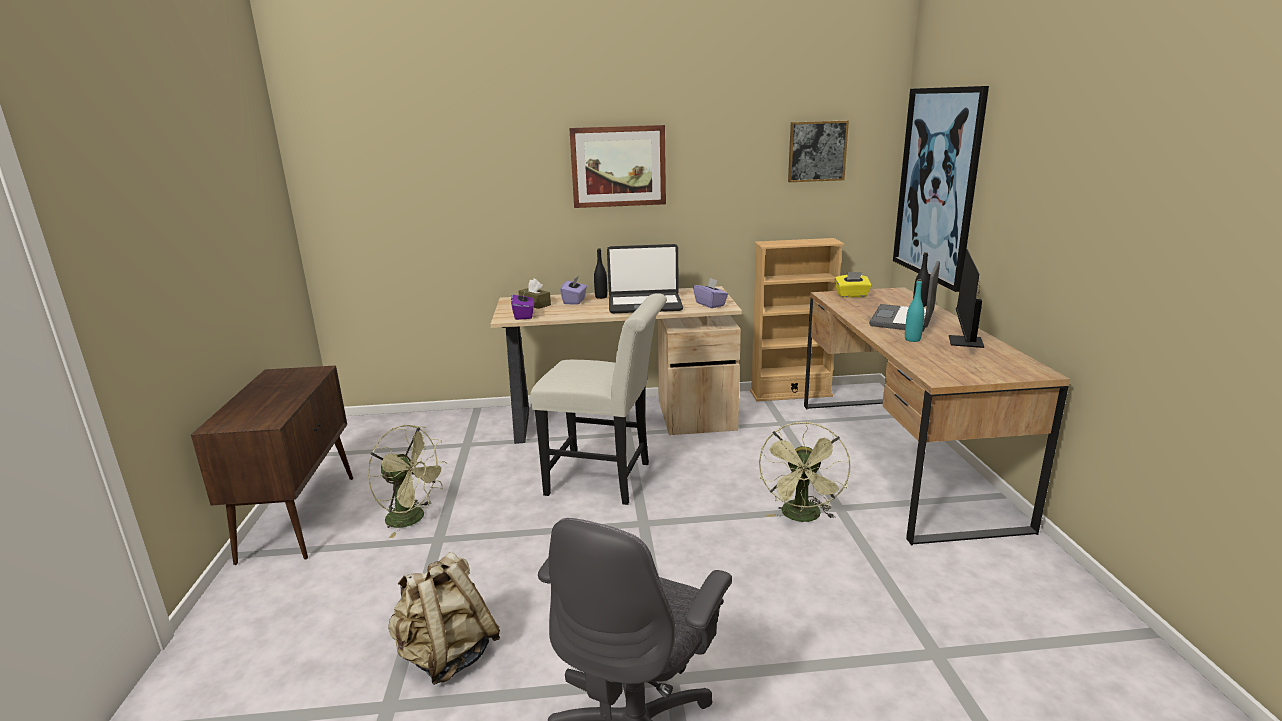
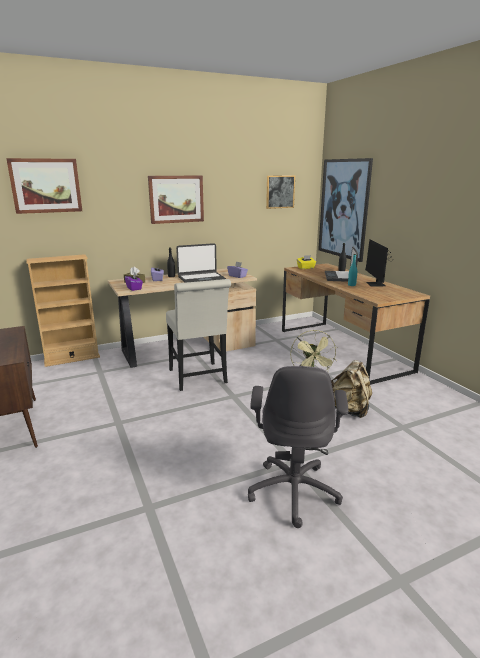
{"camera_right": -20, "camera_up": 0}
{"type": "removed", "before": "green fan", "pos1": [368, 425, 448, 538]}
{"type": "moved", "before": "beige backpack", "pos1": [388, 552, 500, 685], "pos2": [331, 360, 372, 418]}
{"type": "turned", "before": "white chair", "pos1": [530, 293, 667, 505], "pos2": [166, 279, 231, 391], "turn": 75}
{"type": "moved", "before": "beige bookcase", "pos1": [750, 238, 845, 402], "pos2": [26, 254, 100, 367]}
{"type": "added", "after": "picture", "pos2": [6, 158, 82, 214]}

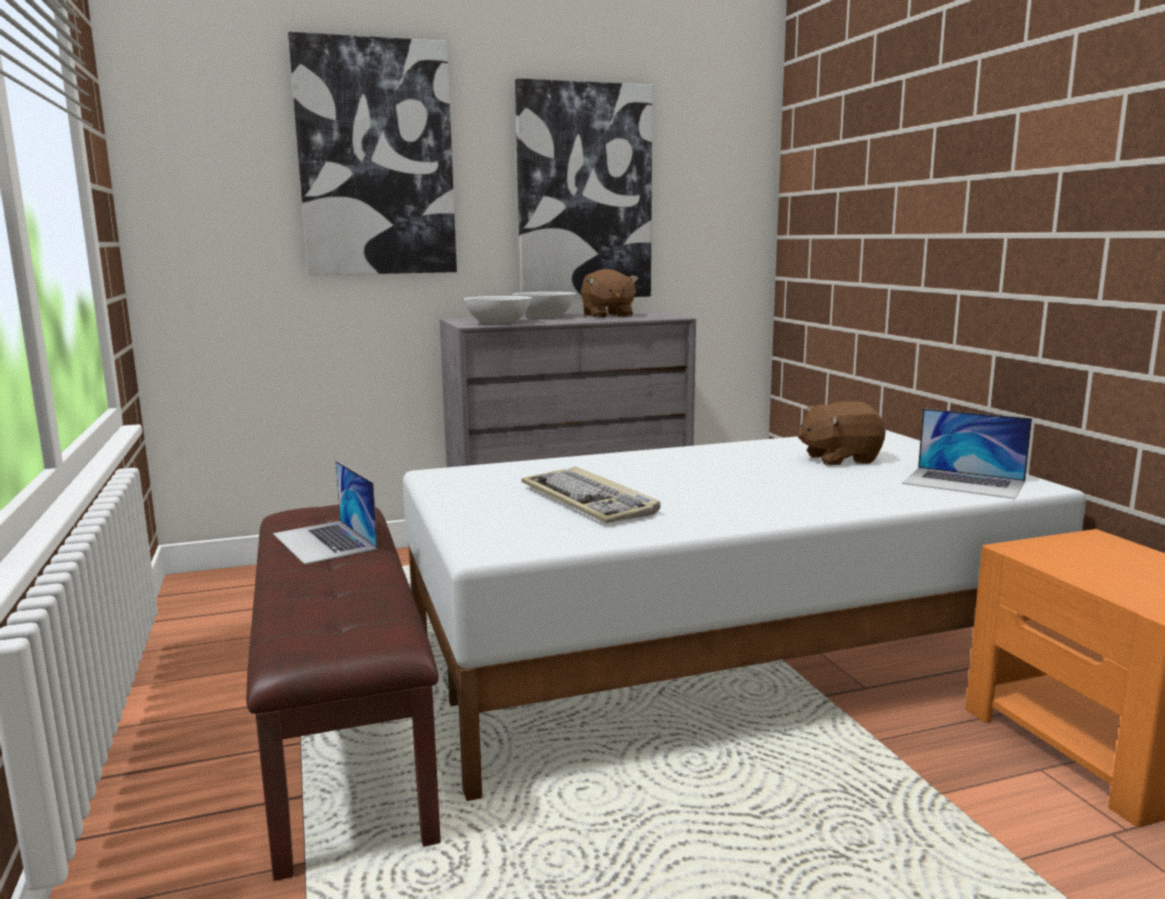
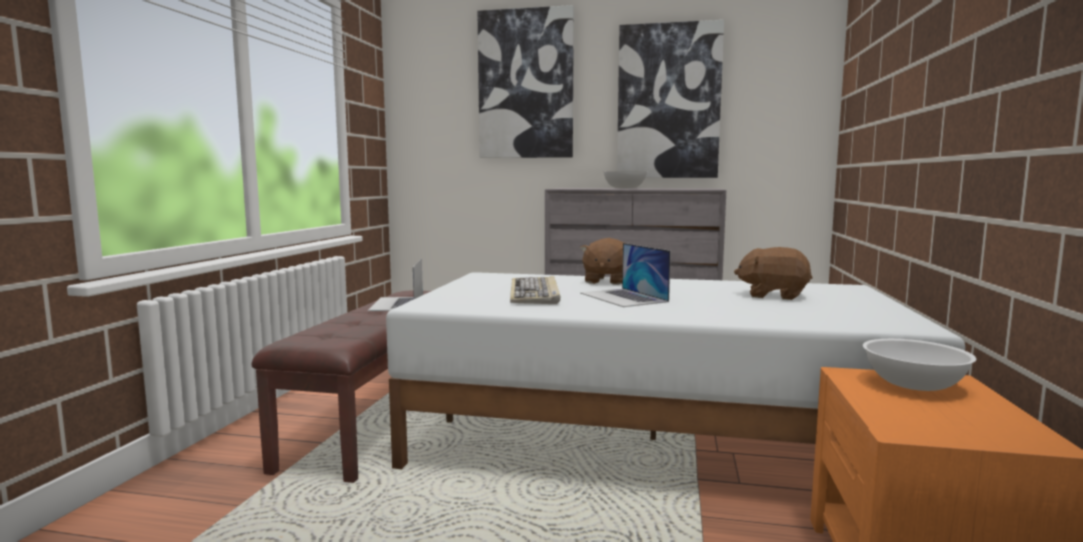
{"camera_right": 30, "camera_up": -5}
{"type": "moved", "before": "white bowl", "pos1": [464, 296, 532, 324], "pos2": [863, 339, 976, 391]}
{"type": "moved", "before": "brown plush toy", "pos1": [581, 269, 639, 318], "pos2": [580, 238, 627, 285]}
{"type": "moved", "before": "laptop", "pos1": [902, 408, 1032, 499], "pos2": [580, 243, 671, 307]}

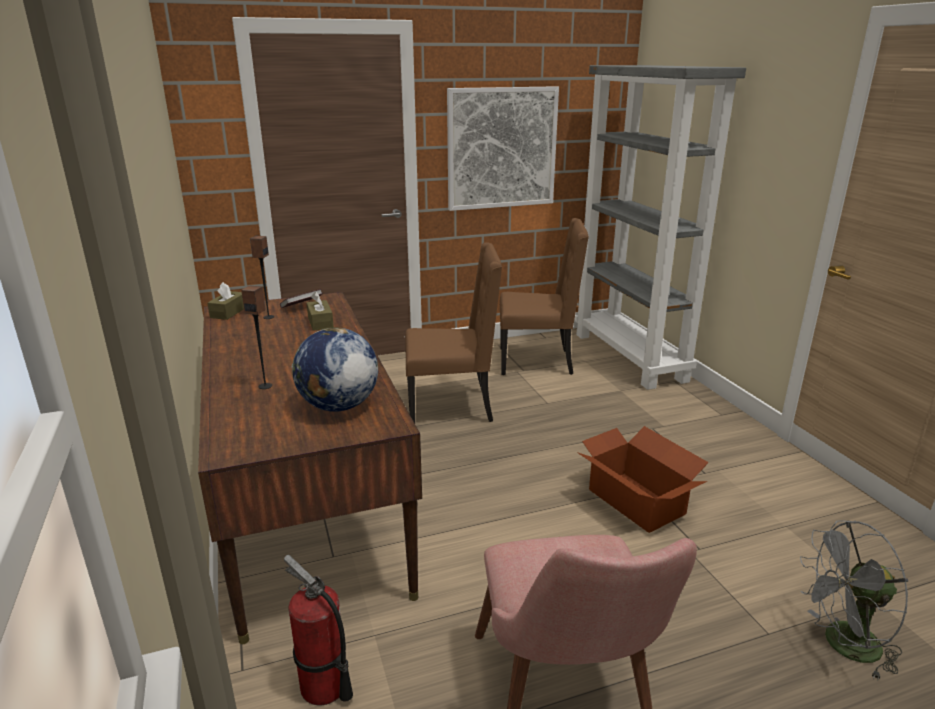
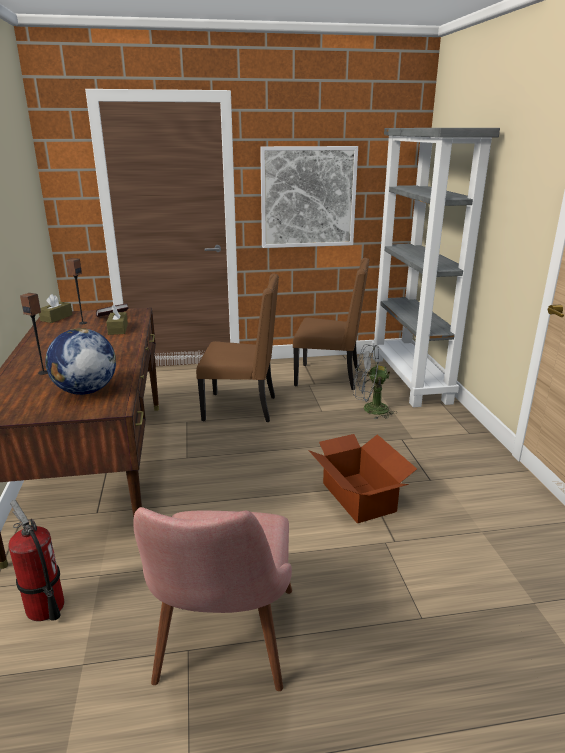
{"camera_right": 10, "camera_up": 0}
{"type": "moved", "before": "grey fan", "pos1": [800, 520, 908, 681], "pos2": [353, 344, 397, 420]}

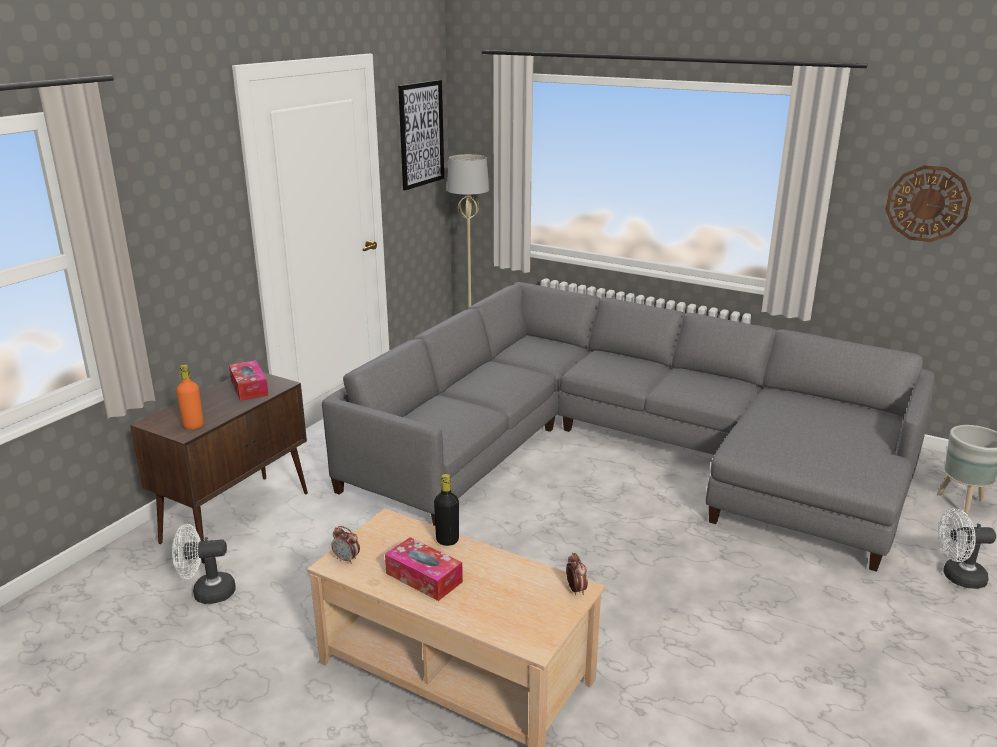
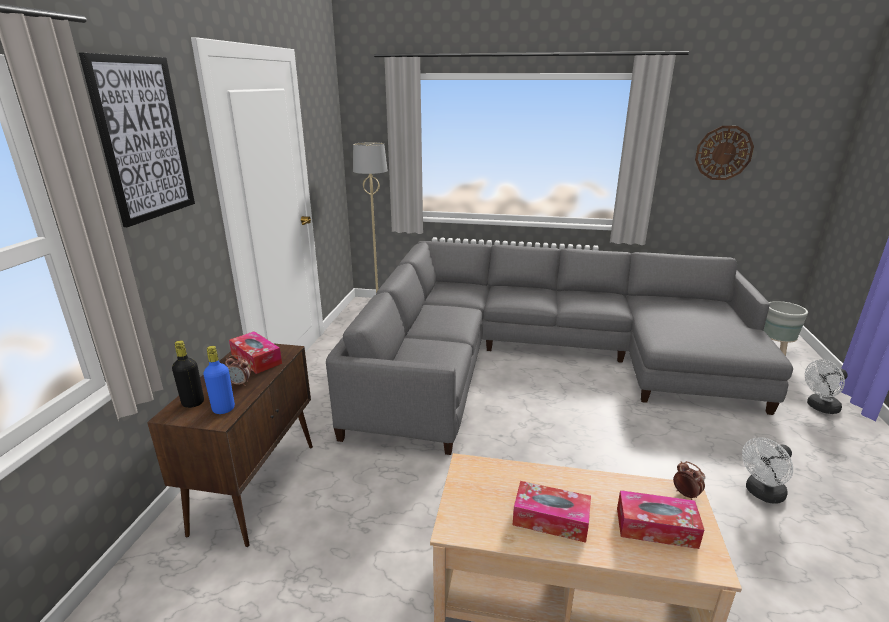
{"camera_right": -20, "camera_up": 0}
{"type": "moved", "before": "white fan", "pos1": [172, 524, 235, 604], "pos2": [742, 437, 793, 504]}
{"type": "recoloured", "before": "orange bottle", "after": "blue bottle", "pos1": [176, 364, 204, 429], "pos2": [203, 346, 235, 414]}
{"type": "moved", "before": "alarm clock", "pos1": [331, 526, 360, 564], "pos2": [225, 355, 251, 386]}
{"type": "moved", "before": "picture", "pos1": [398, 80, 444, 190], "pos2": [79, 53, 195, 227]}
{"type": "moved", "before": "black bottle", "pos1": [434, 474, 459, 546], "pos2": [172, 341, 204, 408]}
{"type": "added", "after": "tissue box", "pos2": [617, 490, 704, 549]}

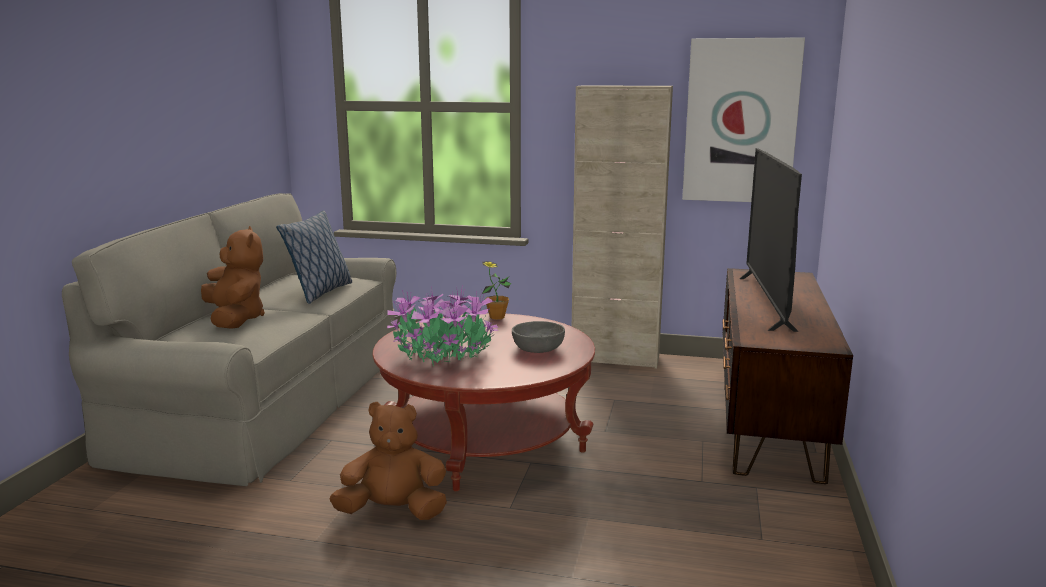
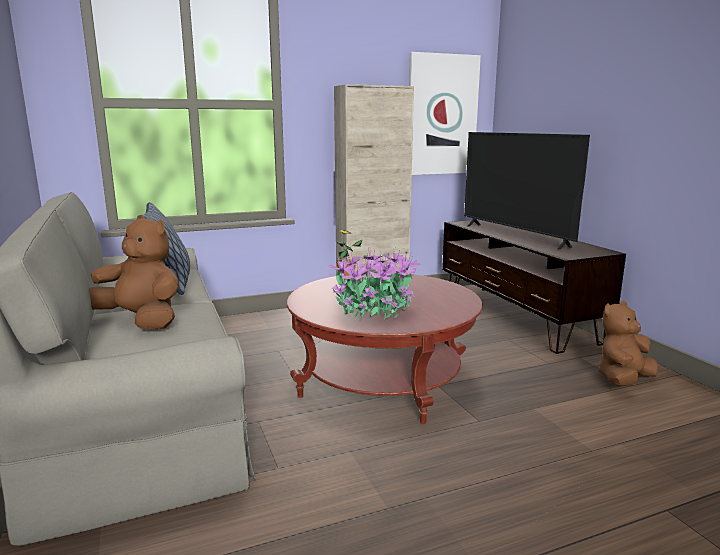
{"camera_right": -35, "camera_up": 0}
{"type": "moved", "before": "brown plush toy", "pos1": [329, 402, 447, 520], "pos2": [599, 301, 658, 386]}
{"type": "removed", "before": "grey bowl", "pos1": [512, 321, 565, 353]}

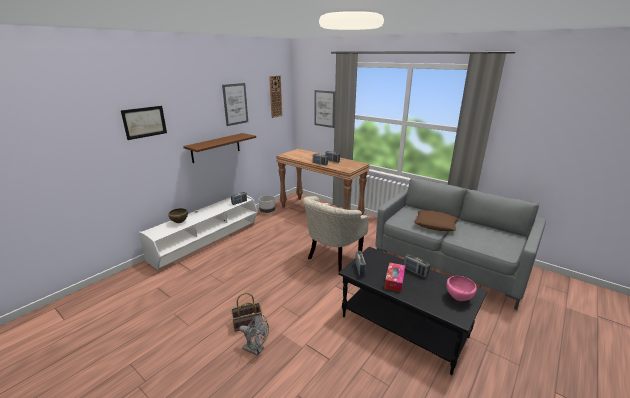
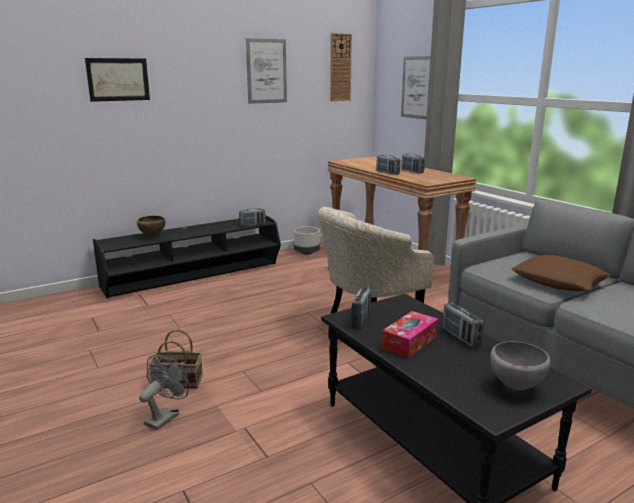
{"camera_right": 20, "camera_up": -5}
{"type": "recoloured", "before": "white tv stand", "after": "black tv stand", "pos1": [139, 196, 258, 270], "pos2": [93, 215, 281, 298]}
{"type": "removed", "before": "brown shelf", "pos1": [183, 133, 256, 163]}
{"type": "turned", "before": "grey fan", "pos1": [239, 315, 269, 356], "pos2": [139, 355, 189, 430], "turn": -105}
{"type": "recoloured", "before": "pink bowl", "after": "grey bowl", "pos1": [447, 276, 477, 301], "pos2": [490, 341, 551, 390]}

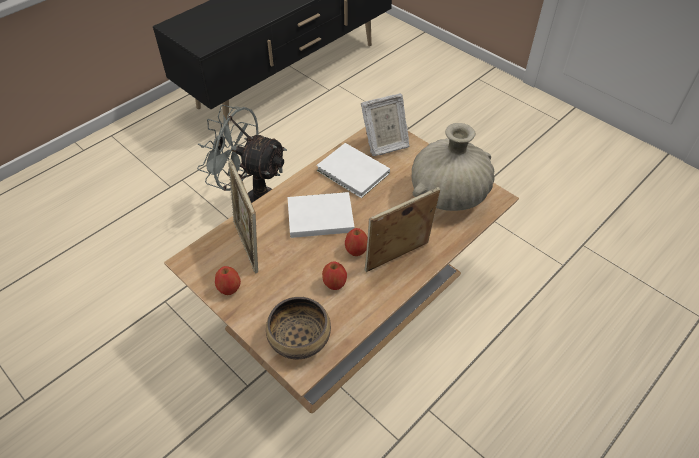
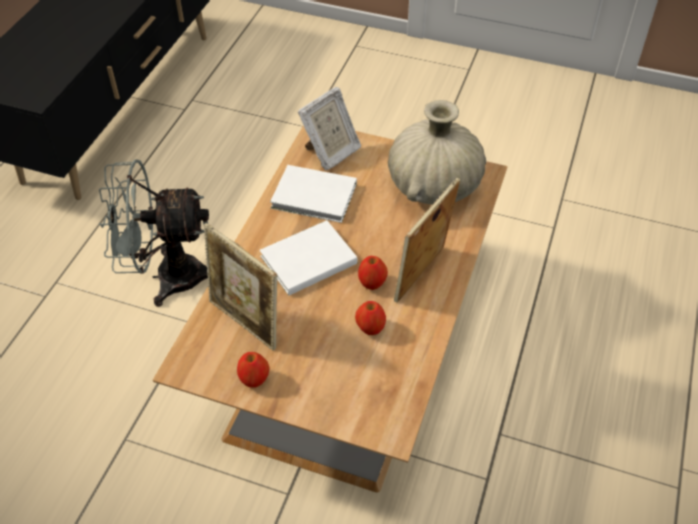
{"camera_right": -25, "camera_up": 0}
{"type": "removed", "before": "bowl", "pos1": [266, 297, 331, 359]}

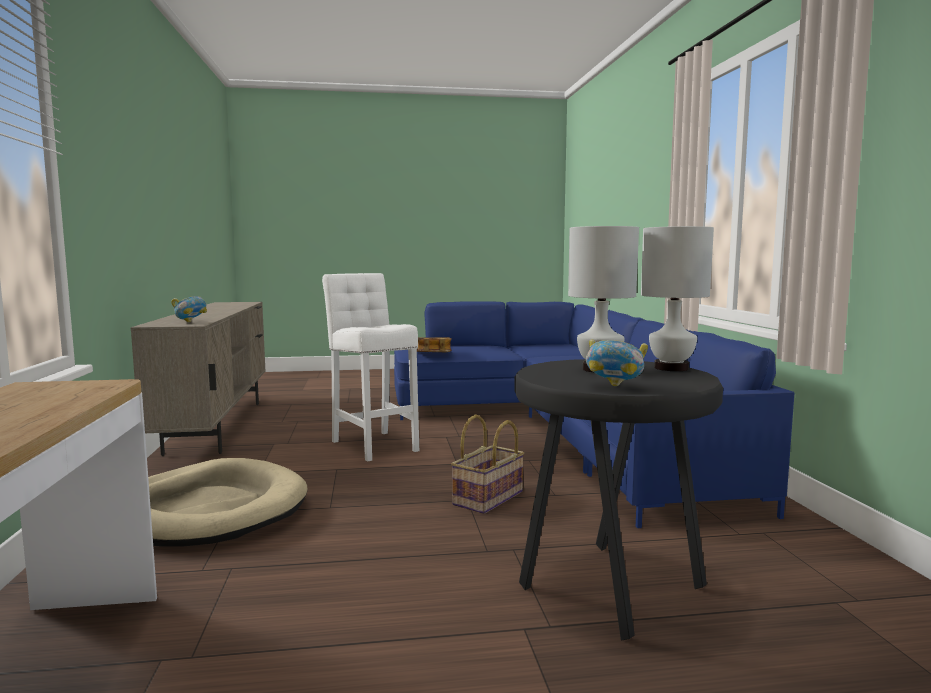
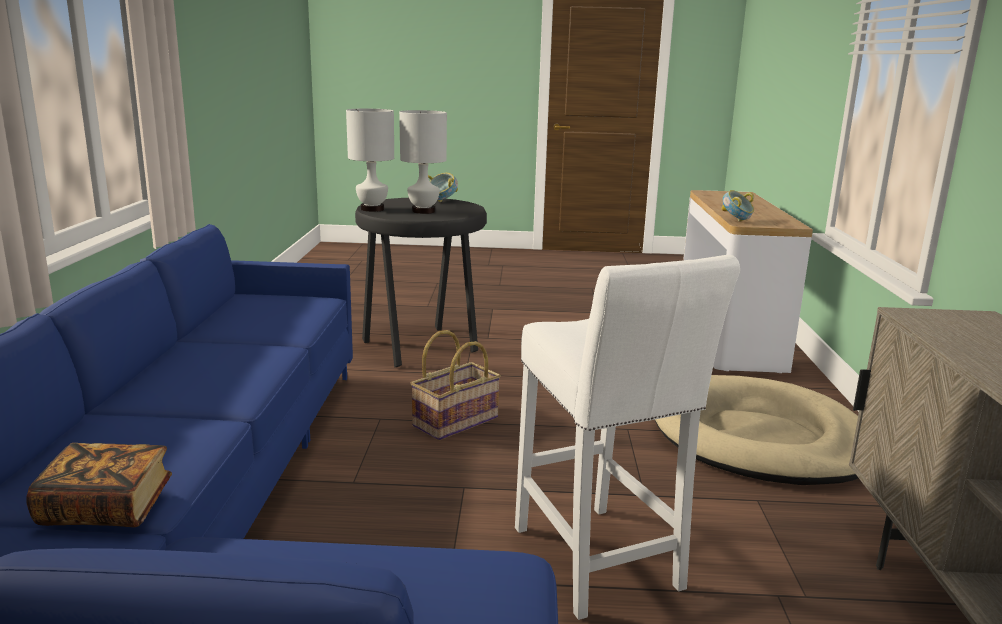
{"camera_right": -170, "camera_up": 10}
{"type": "moved", "before": "bowl", "pos1": [171, 296, 207, 323], "pos2": [721, 190, 754, 222]}
{"type": "moved", "before": "book", "pos1": [417, 337, 452, 352], "pos2": [26, 443, 172, 527]}

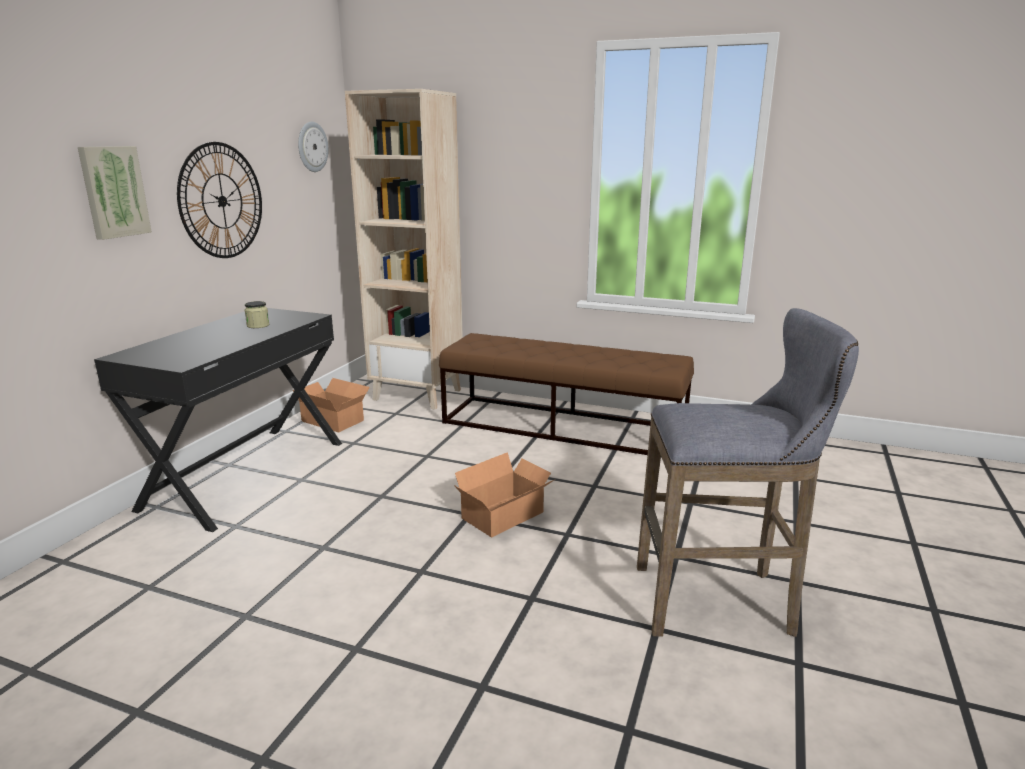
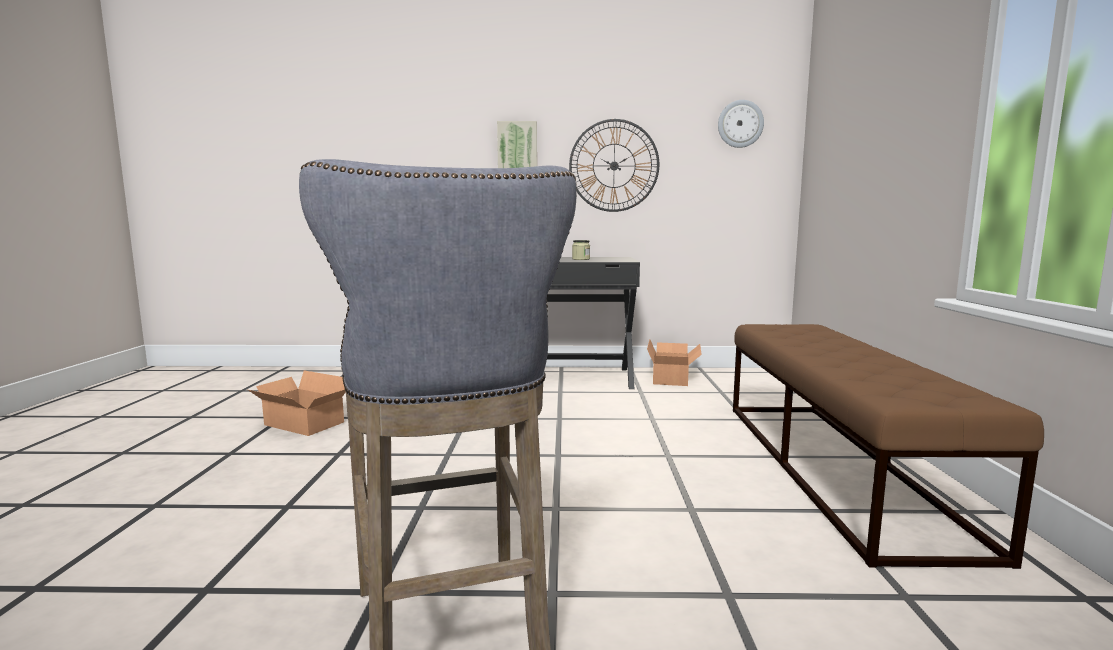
{"camera_right": 70, "camera_up": -10}
{"type": "removed", "before": "beige bookcase", "pos1": [345, 89, 463, 410]}
{"type": "moved", "before": "cardboard box", "pos1": [454, 452, 554, 537], "pos2": [248, 370, 346, 436]}

